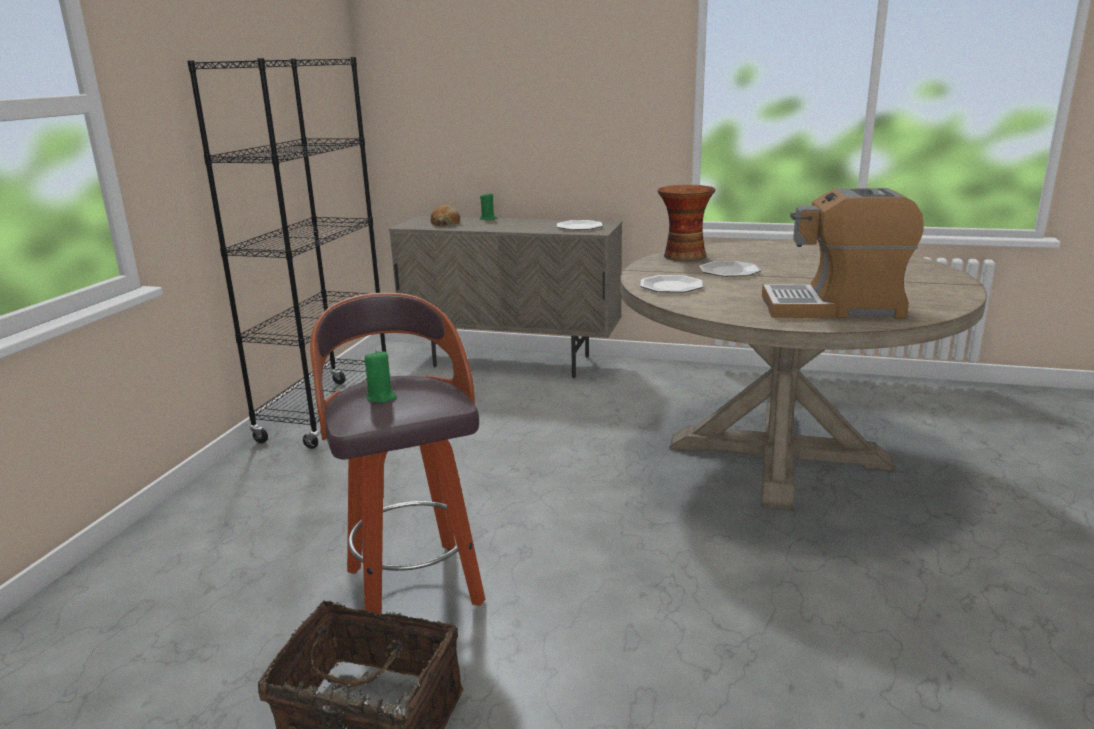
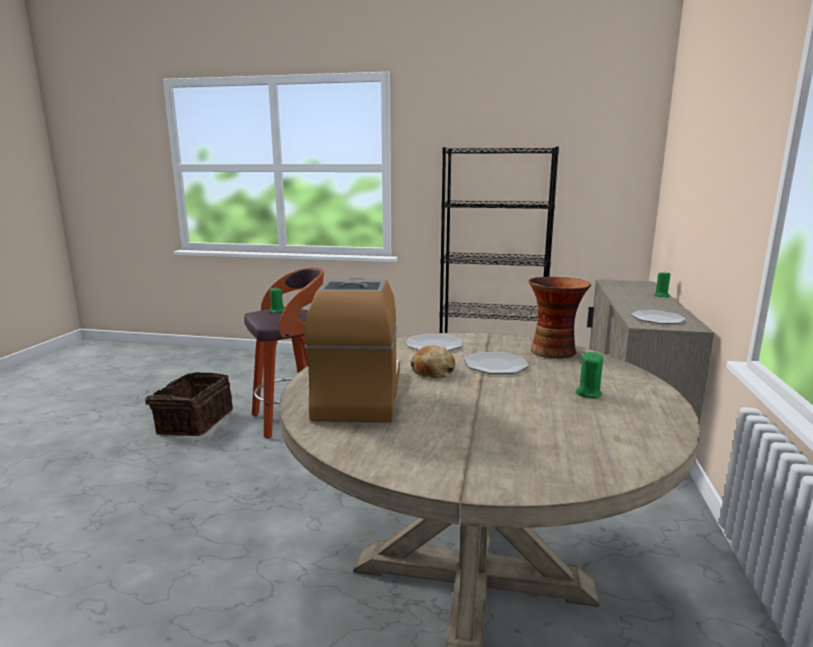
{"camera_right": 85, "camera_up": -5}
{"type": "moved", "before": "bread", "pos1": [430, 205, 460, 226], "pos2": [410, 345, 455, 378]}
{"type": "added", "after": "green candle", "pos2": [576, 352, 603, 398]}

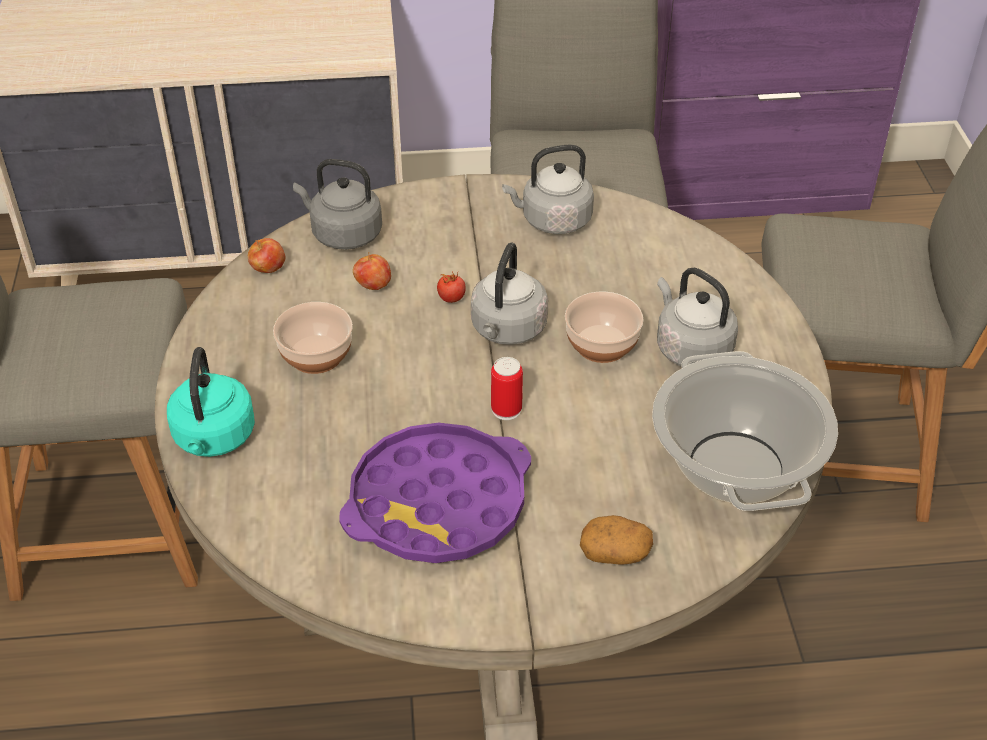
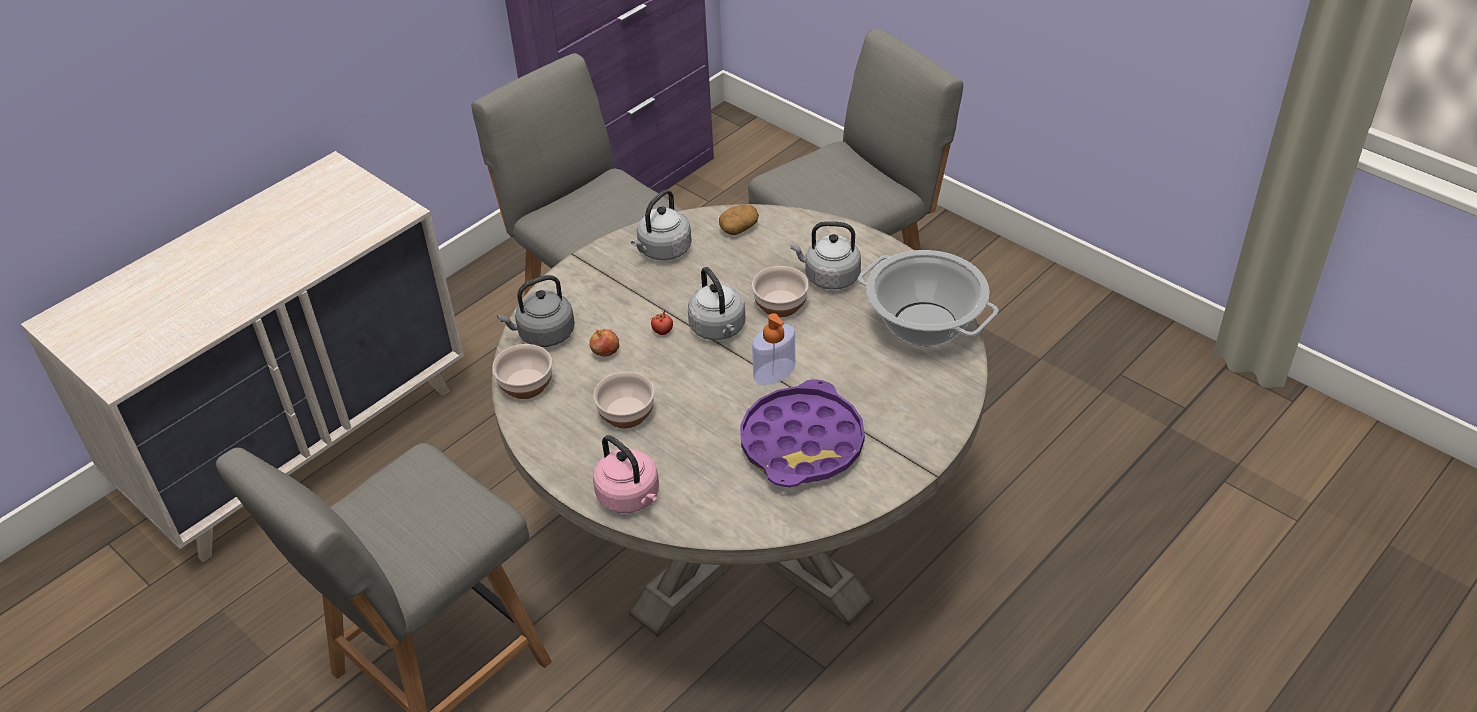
{"camera_right": -40, "camera_up": 0}
{"type": "recoloured", "before": "turquoise kettle", "after": "pink kettle", "pos1": [167, 347, 255, 457], "pos2": [593, 435, 659, 513]}
{"type": "replaced", "before": "apple", "after": "bowl", "pos1": [248, 238, 285, 273], "pos2": [492, 344, 552, 399]}
{"type": "replaced", "before": "can", "after": "soap dispenser", "pos1": [491, 357, 523, 420], "pos2": [752, 313, 795, 385]}
{"type": "moved", "before": "potato", "pos1": [580, 515, 653, 565], "pos2": [719, 204, 759, 235]}

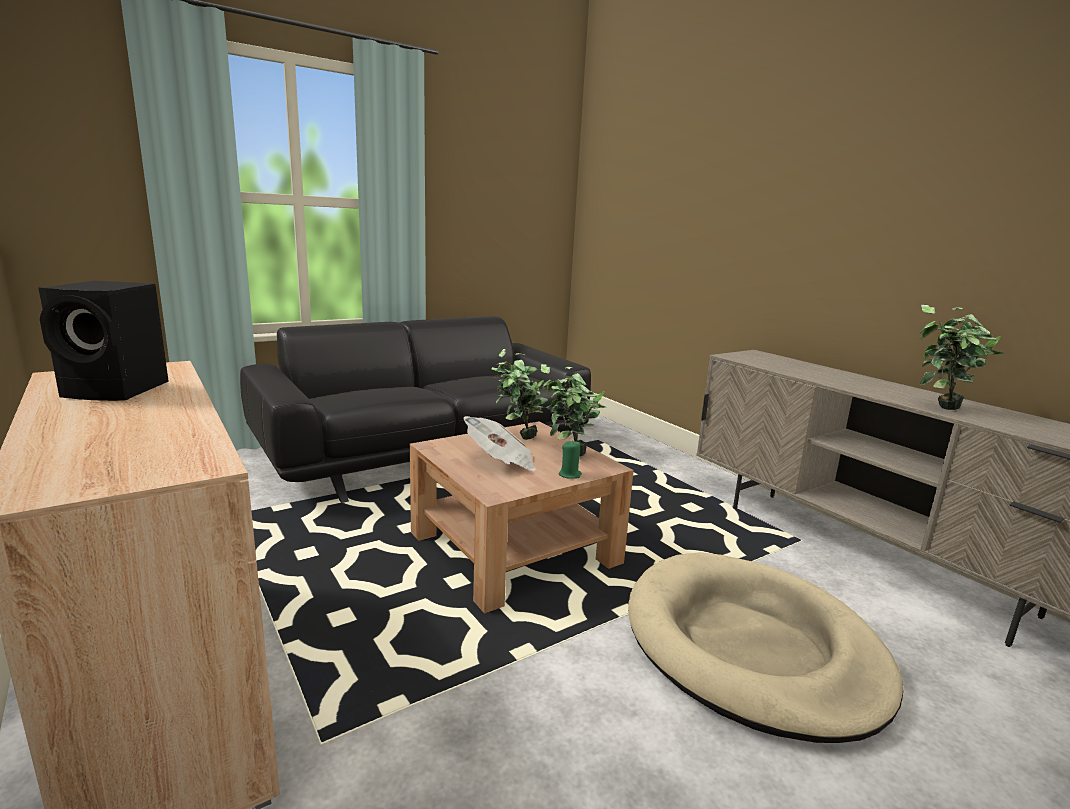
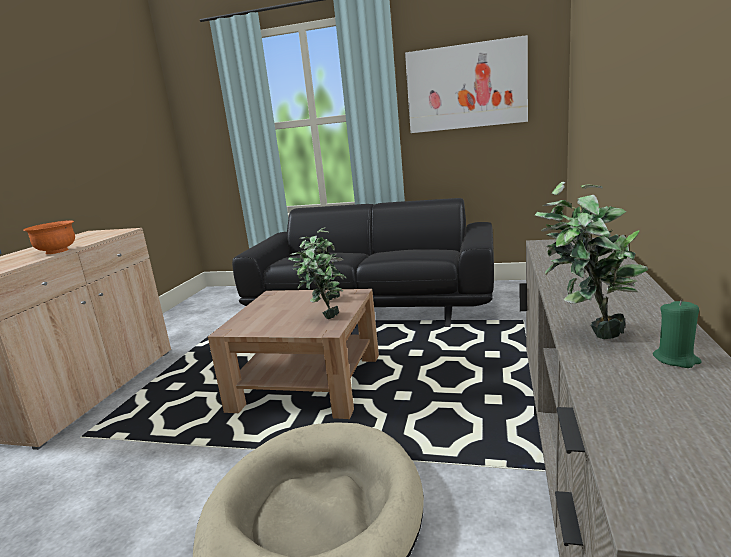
{"camera_right": 50, "camera_up": 0}
{"type": "removed", "before": "black speaker", "pos1": [38, 281, 169, 401]}
{"type": "removed", "before": "newspaper", "pos1": [463, 416, 536, 471]}
{"type": "moved", "before": "green candle", "pos1": [559, 440, 582, 479], "pos2": [653, 299, 702, 368]}
{"type": "added", "after": "orange bowl", "pos2": [23, 220, 75, 254]}
{"type": "added", "after": "picture", "pos2": [405, 35, 528, 133]}

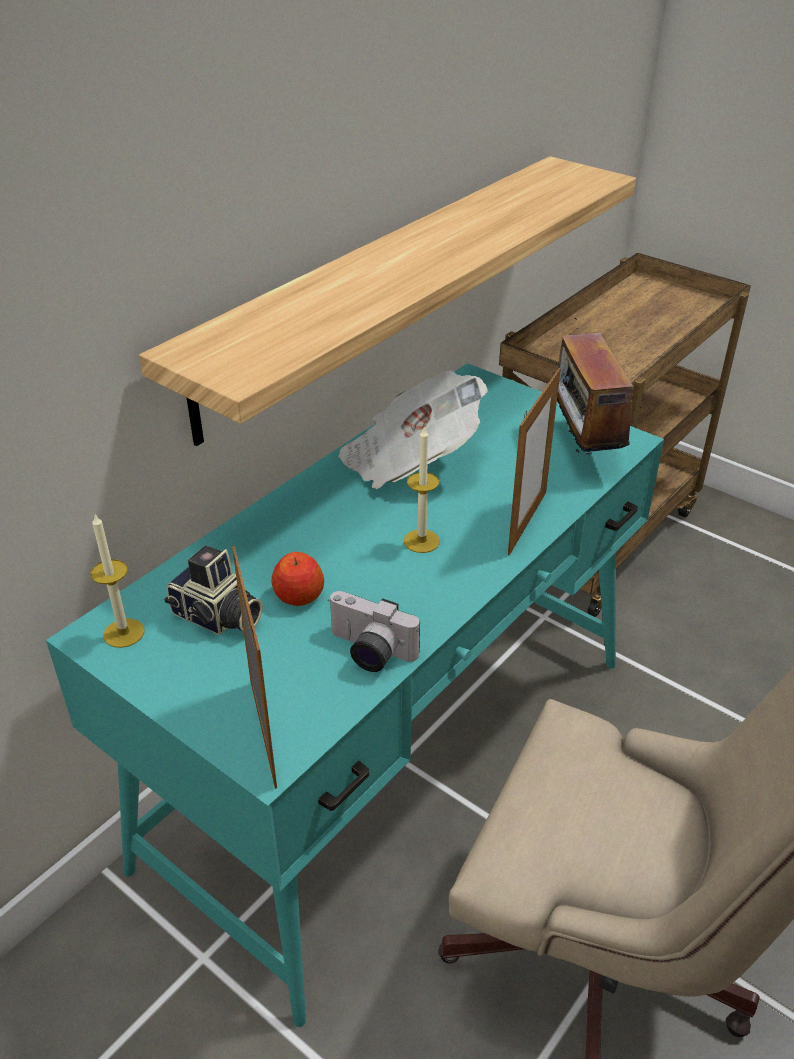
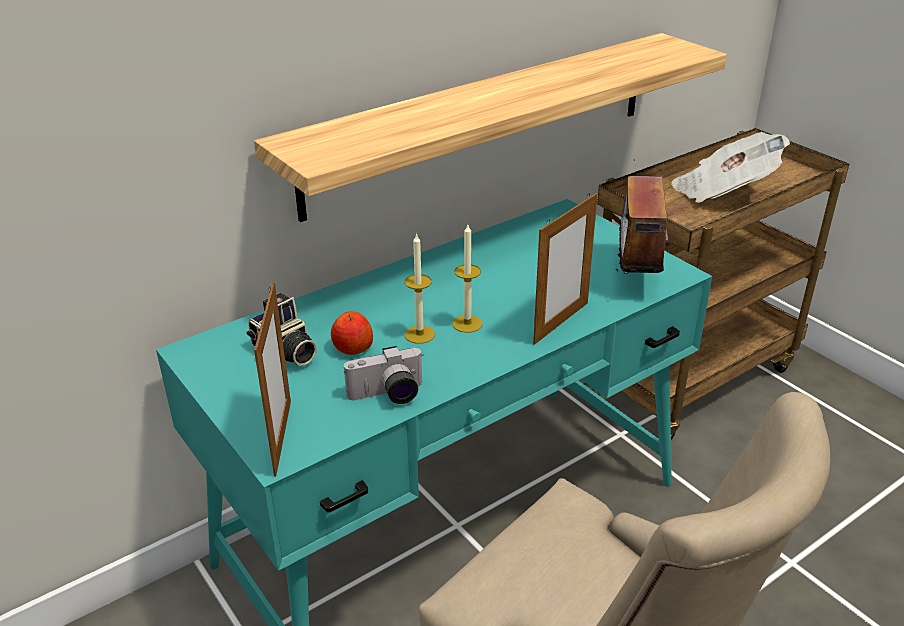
{"camera_right": 15, "camera_up": -5}
{"type": "moved", "before": "candle", "pos1": [91, 514, 145, 648], "pos2": [405, 233, 435, 344]}
{"type": "turned", "before": "photo camera", "pos1": [328, 591, 420, 672], "pos2": [344, 346, 423, 404], "turn": -60}
{"type": "moved", "before": "newspaper", "pos1": [339, 371, 488, 489], "pos2": [671, 132, 790, 203]}

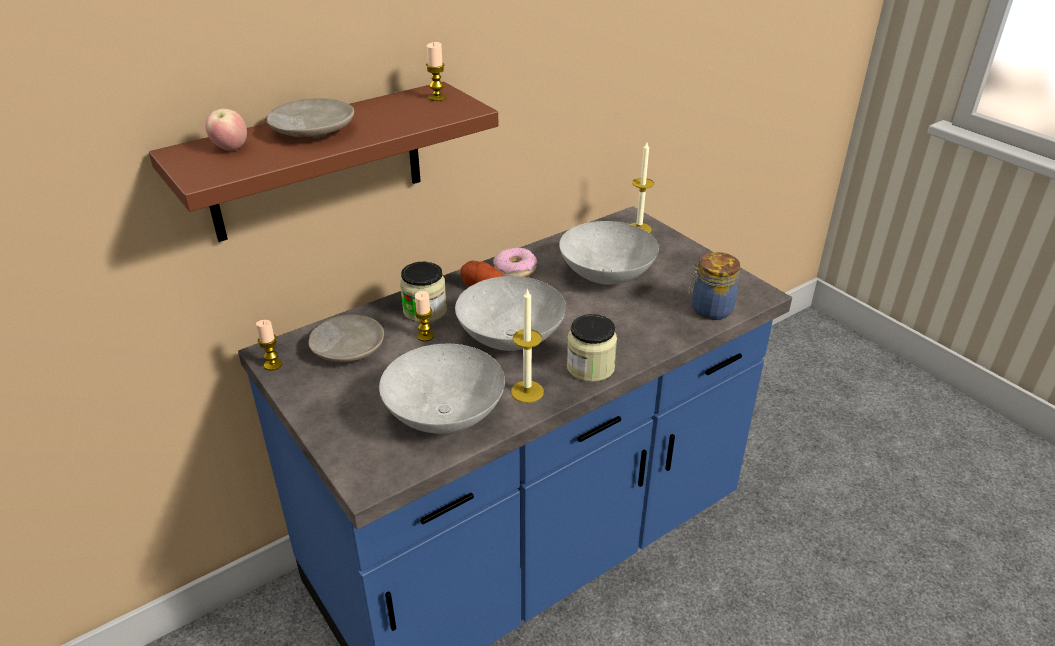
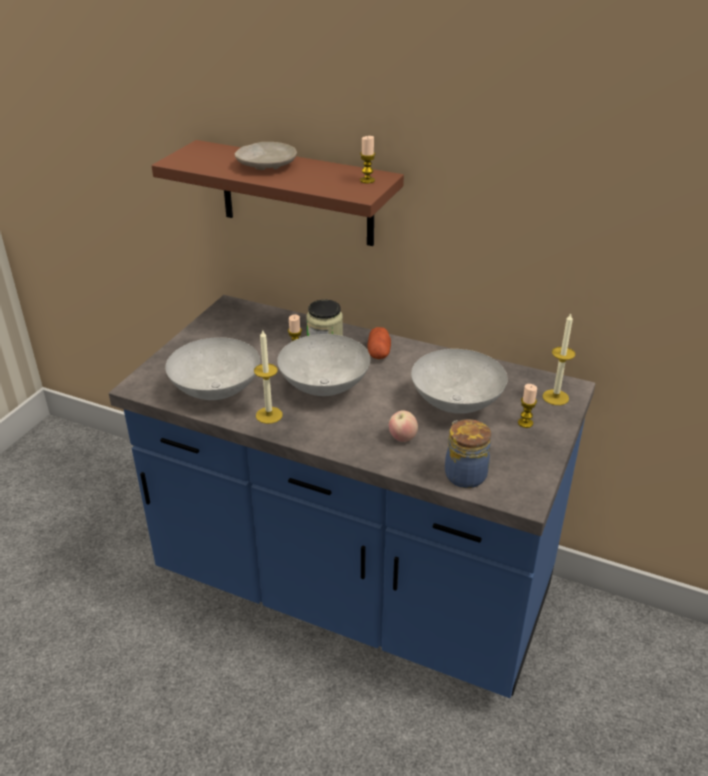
{"camera_right": 60, "camera_up": 0}
{"type": "moved", "before": "apple", "pos1": [206, 109, 247, 151], "pos2": [389, 410, 418, 442]}
{"type": "moved", "before": "candle", "pos1": [256, 320, 282, 371], "pos2": [518, 384, 537, 428]}
{"type": "removed", "before": "beige plate", "pos1": [309, 315, 384, 362]}
{"type": "removed", "before": "donut", "pos1": [493, 248, 537, 277]}
{"type": "removed", "before": "jar", "pos1": [567, 314, 617, 382]}

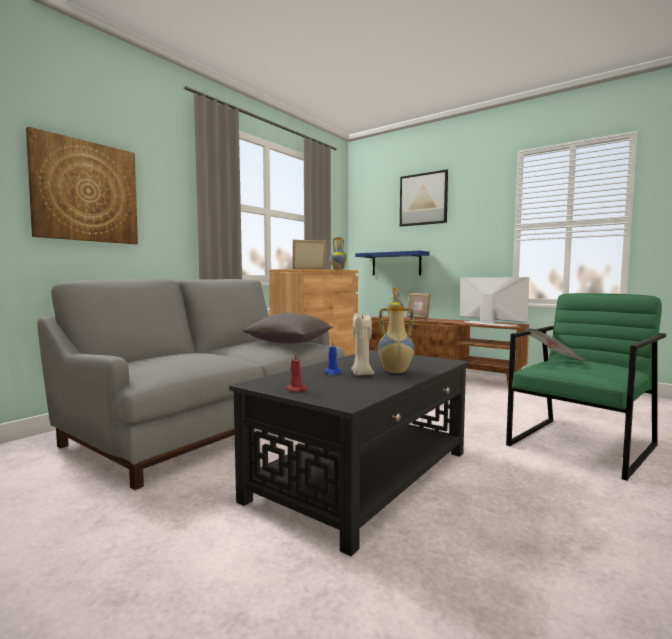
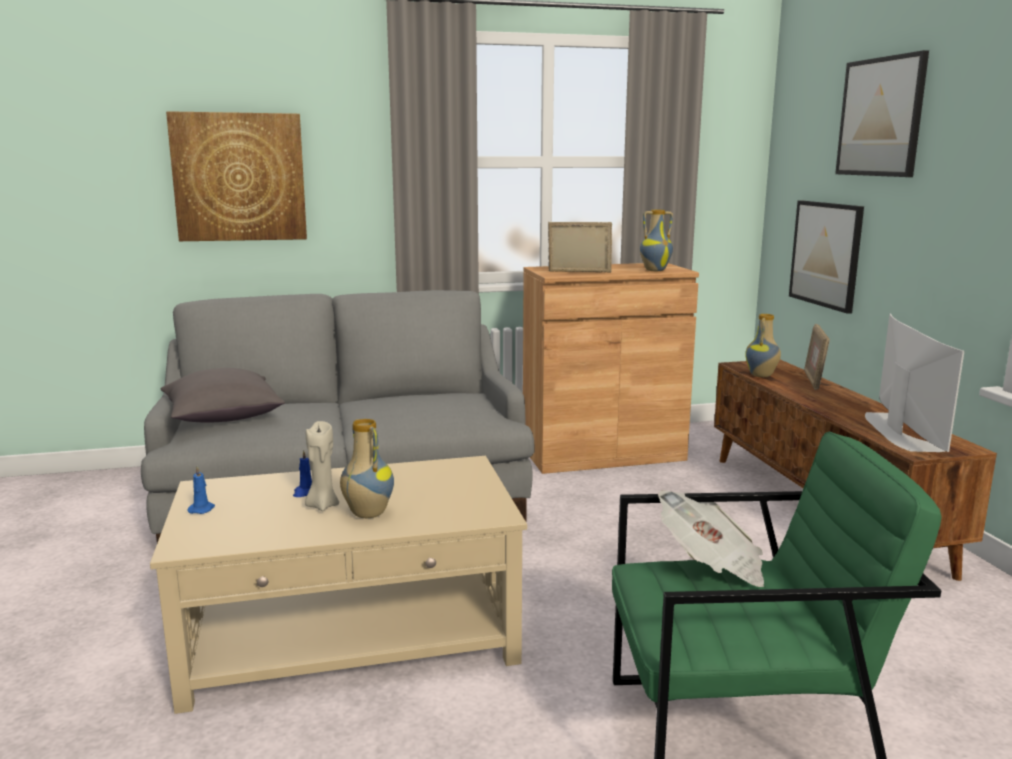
{"camera_right": 40, "camera_up": 10}
{"type": "recoloured", "before": "black coffee table", "after": "beige coffee table", "pos1": [229, 350, 469, 556], "pos2": [150, 456, 527, 714]}
{"type": "moved", "before": "grey pillow", "pos1": [243, 313, 333, 343], "pos2": [161, 368, 285, 423]}
{"type": "recoloured", "before": "red candle", "after": "blue candle", "pos1": [286, 351, 307, 392], "pos2": [187, 466, 215, 514]}
{"type": "replaced", "before": "blue shelf", "after": "picture", "pos1": [355, 251, 430, 276], "pos2": [789, 201, 864, 314]}

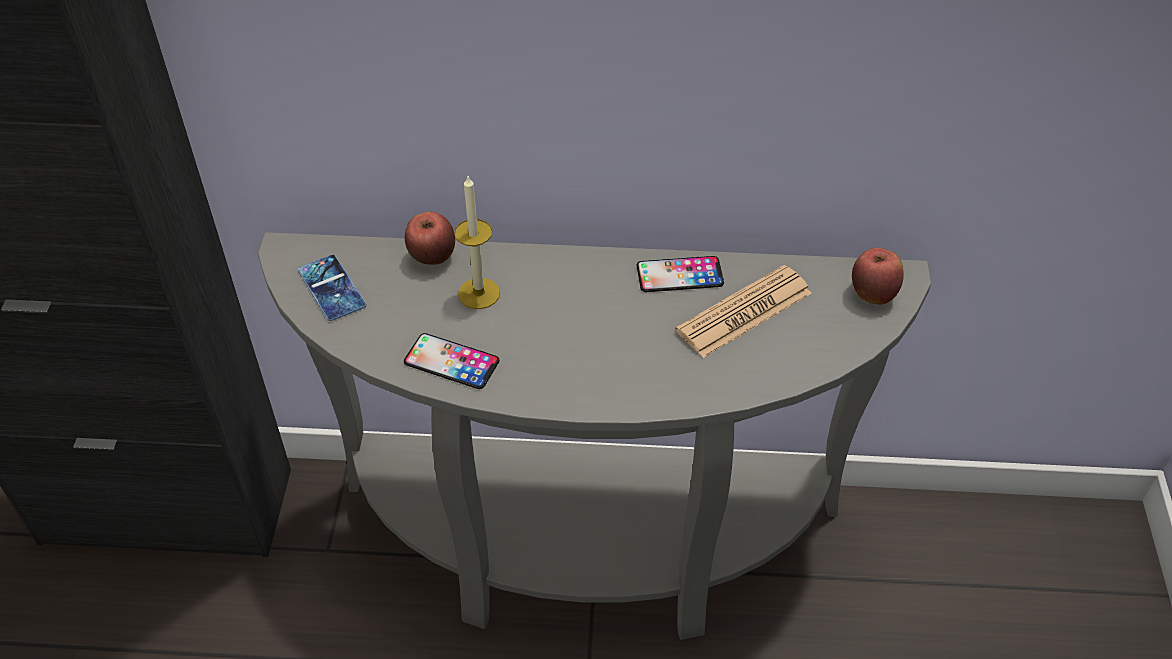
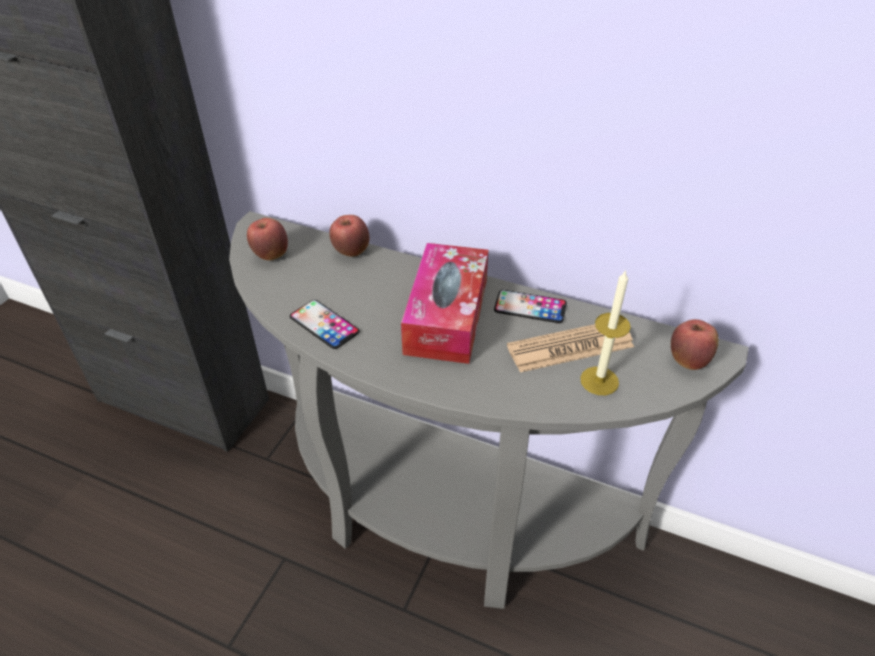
{"camera_right": 20, "camera_up": -5}
{"type": "replaced", "before": "phone", "after": "apple", "pos1": [298, 255, 366, 321], "pos2": [247, 218, 288, 260]}
{"type": "moved", "before": "candle", "pos1": [454, 174, 500, 309], "pos2": [580, 269, 631, 395]}
{"type": "added", "after": "tissue box", "pos2": [401, 243, 488, 364]}

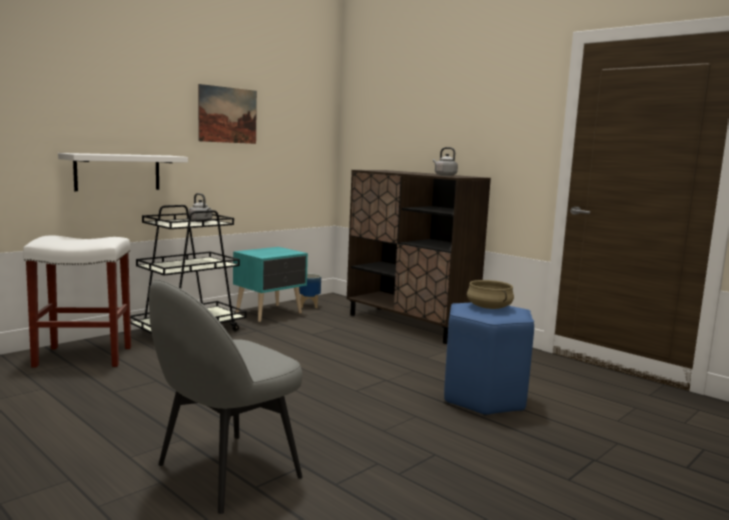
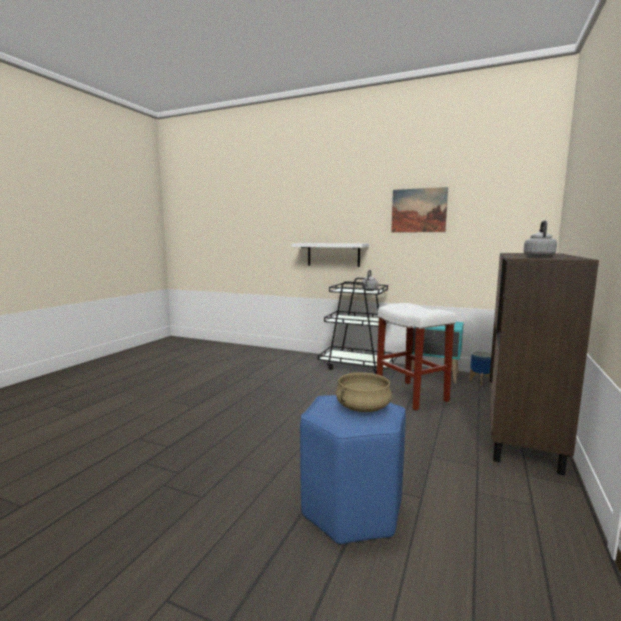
{"camera_right": 70, "camera_up": 0}
{"type": "moved", "before": "white stool", "pos1": [23, 236, 131, 368], "pos2": [377, 303, 456, 410]}
{"type": "removed", "before": "grey chair", "pos1": [149, 280, 303, 514]}

